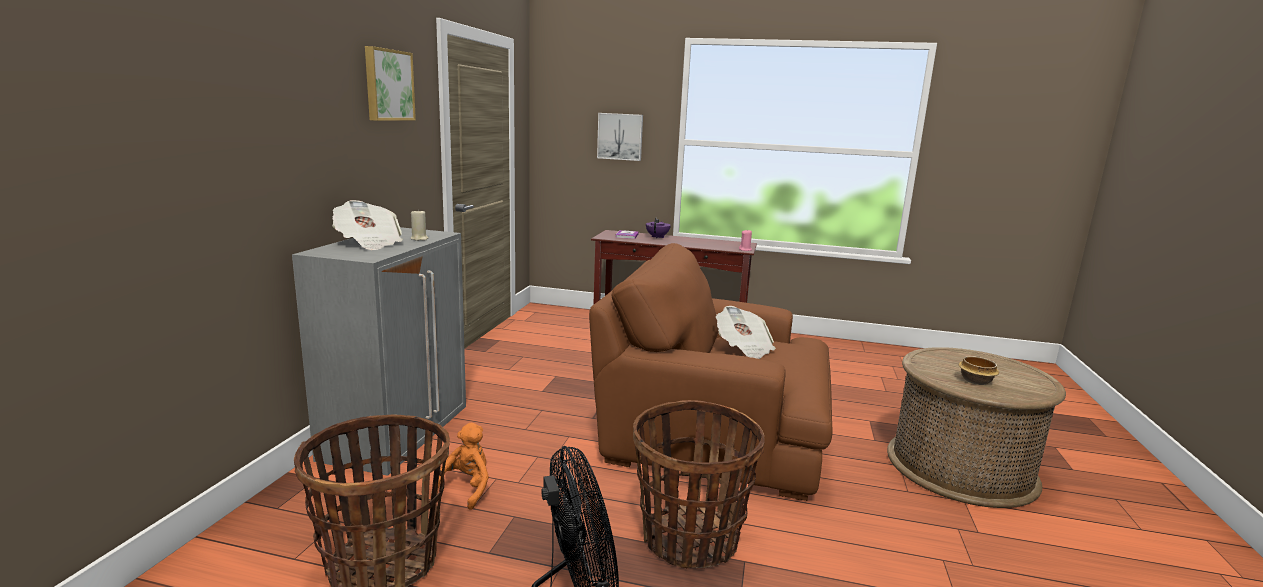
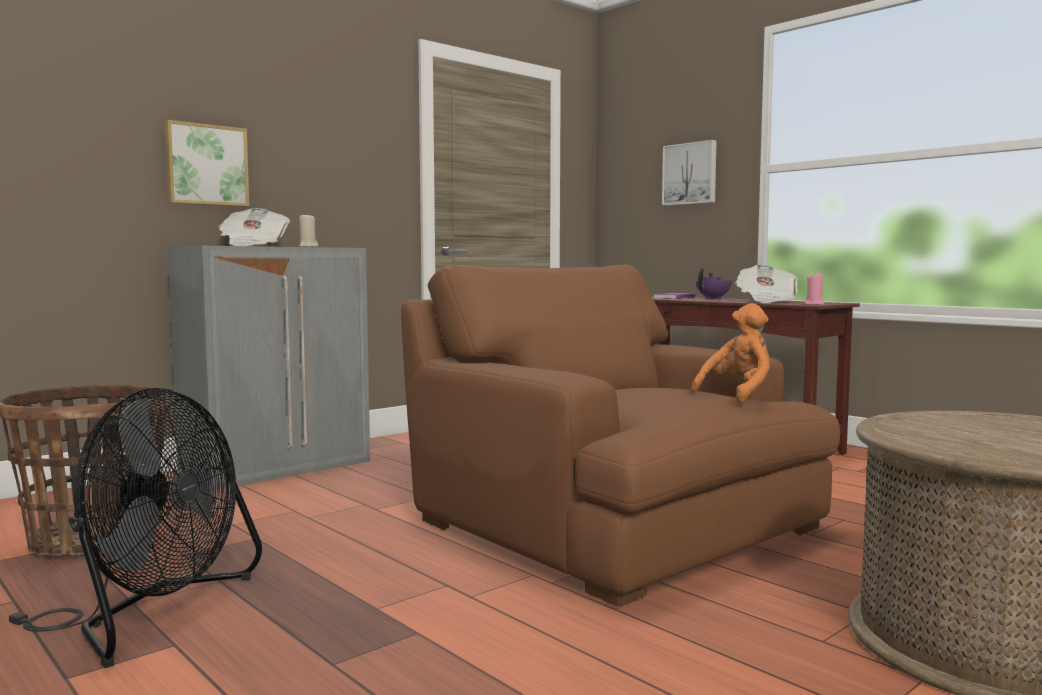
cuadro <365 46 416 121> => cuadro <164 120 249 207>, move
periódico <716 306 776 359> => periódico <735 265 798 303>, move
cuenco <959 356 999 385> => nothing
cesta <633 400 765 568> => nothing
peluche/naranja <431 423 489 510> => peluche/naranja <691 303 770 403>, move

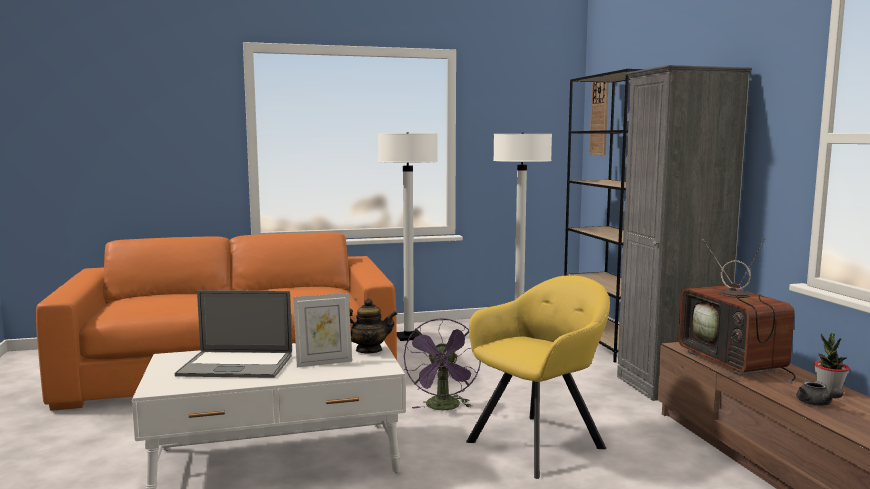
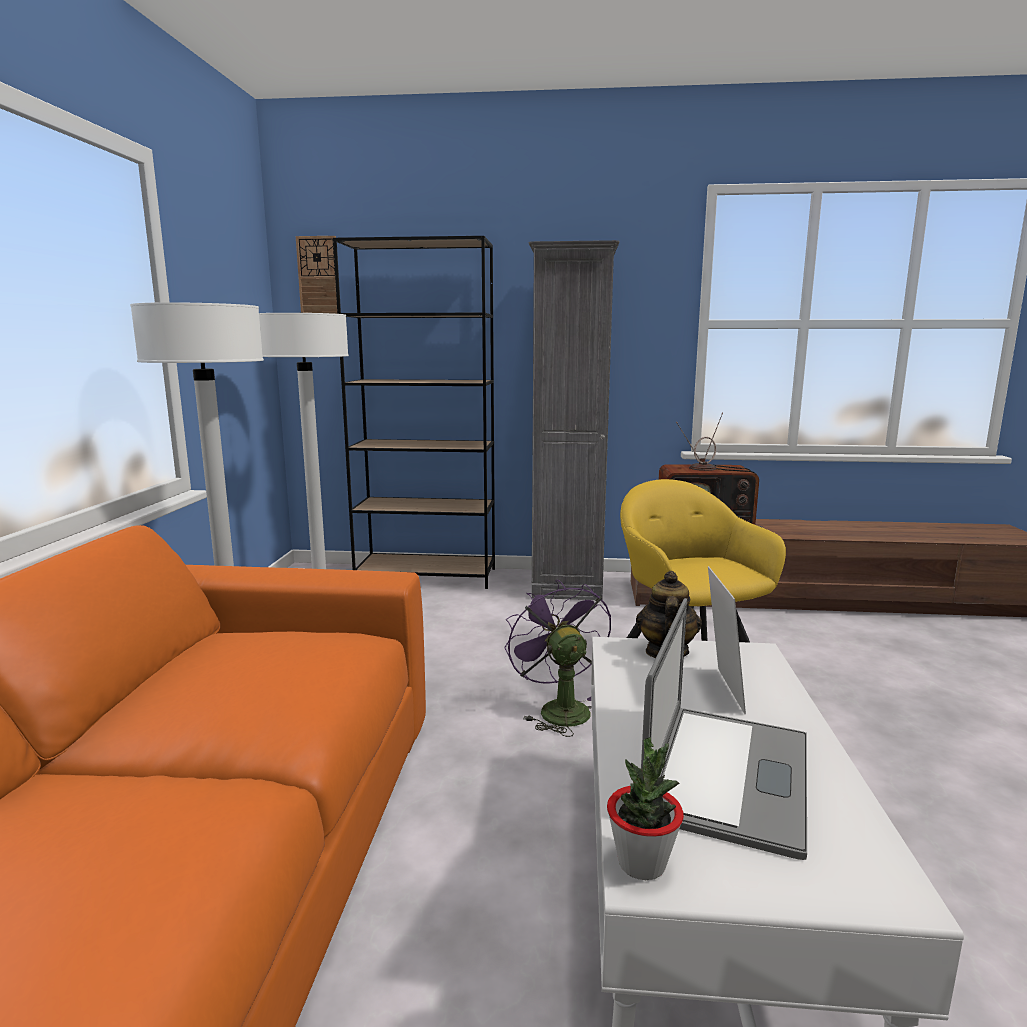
ventilador/morado <404 318 481 410> => ventilador/morado <504 579 611 737>, 135 degrees counterclockwise
planta en maceta <814 333 850 393> => planta en maceta <607 737 684 880>, move
tetera/gris <796 380 844 406> => nothing

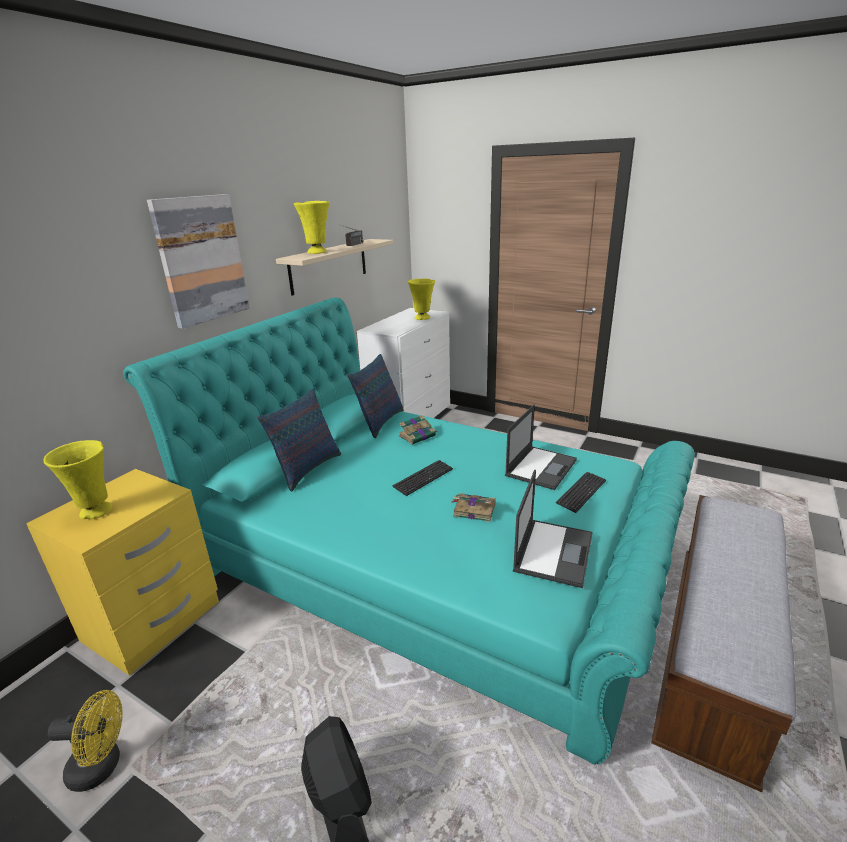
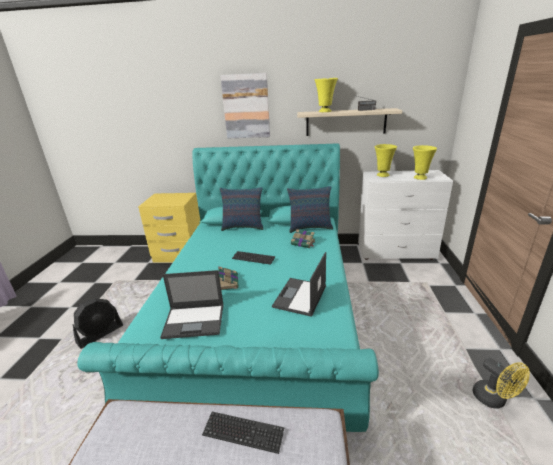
portátil <505 405 577 490> => portátil <272 252 326 317>, 105 degrees clockwise
florero/amarillo <43 440 112 519> => florero/amarillo <375 144 397 177>, move
teclado <556 472 606 513> => teclado <202 412 284 454>, move
ventilador/amarillo <48 690 123 792> => ventilador/amarillo <473 358 530 408>, move

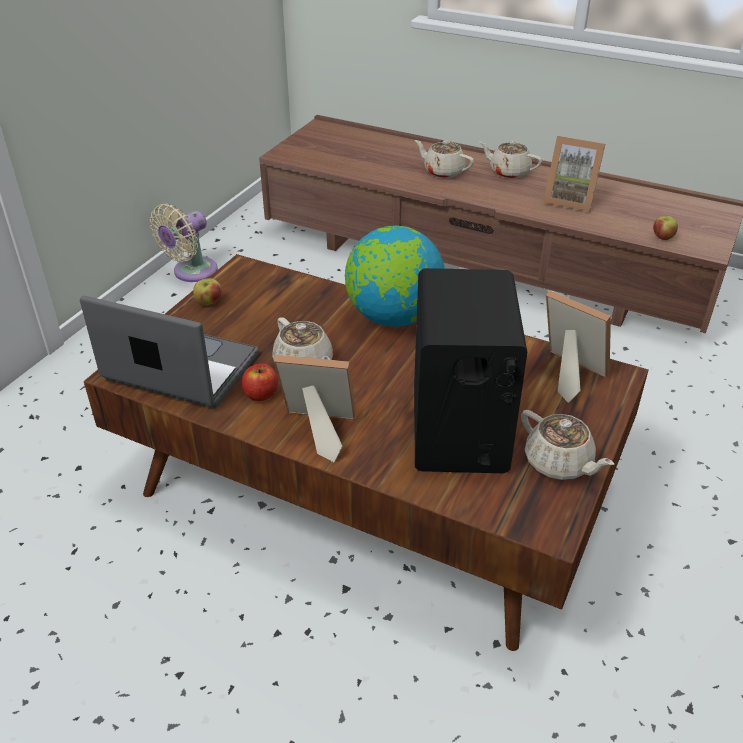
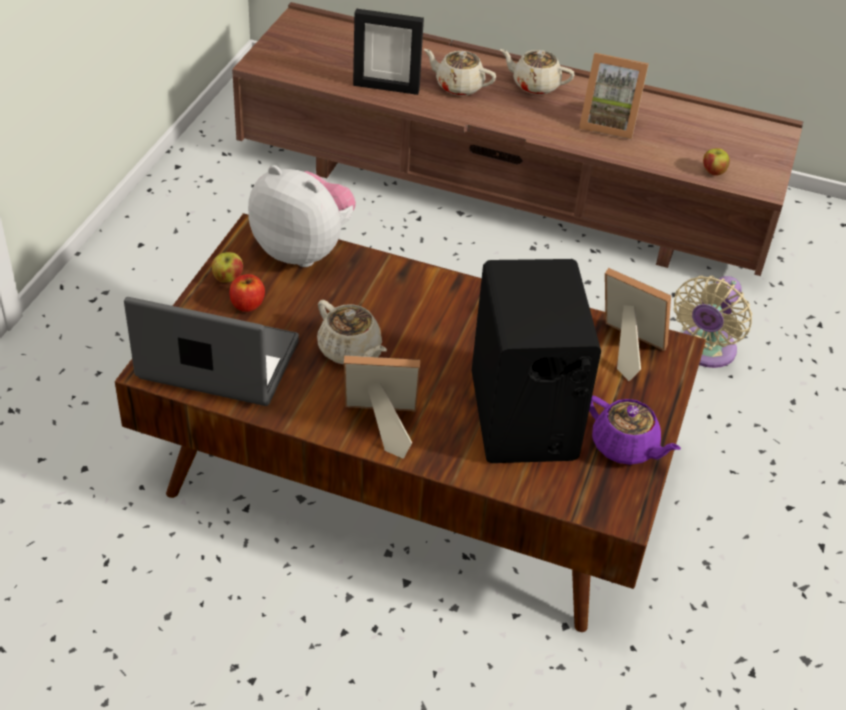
ventilador/beis <150 204 218 282> => ventilador/beis <673 276 752 368>, move
globo terráqueo <345 226 445 327> => nothing
manzana <242 364 278 401> => manzana <229 274 265 312>, move
tetera/beis <521 410 614 480> => tetera/morado <589 395 681 465>
nothing => portarretratos <353 9 424 95>
nothing => peluche <248 165 356 267>

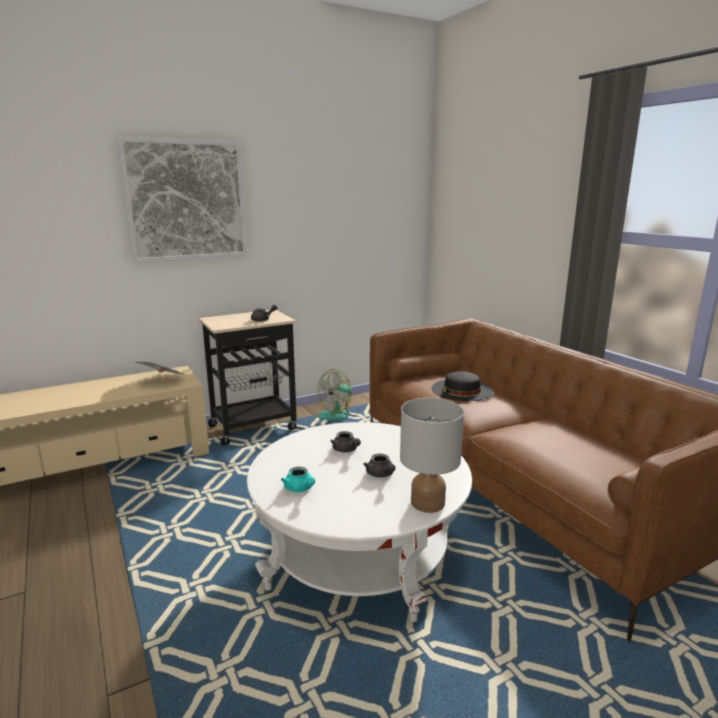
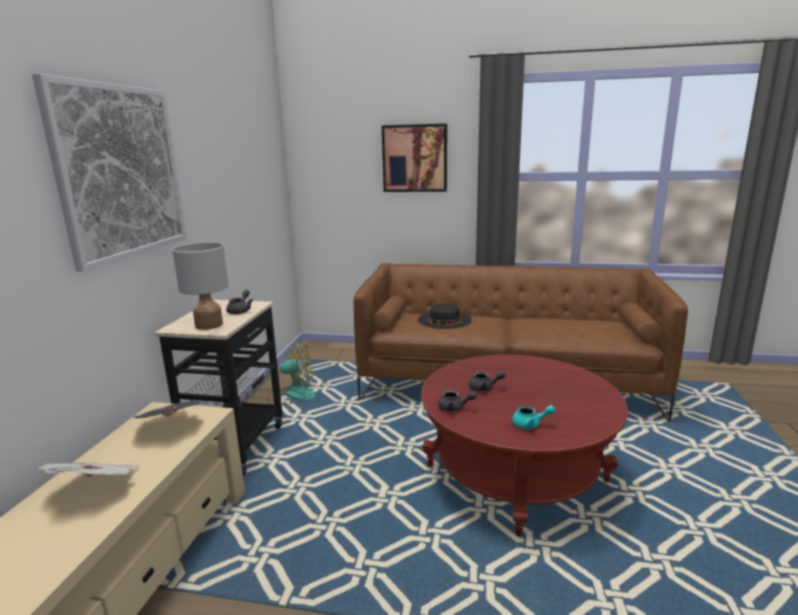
ventilador <317 369 359 420> => ventilador <268 341 316 405>, 90 degrees counterclockwise
lámpara de mesa/gris <400 398 464 513> => lámpara de mesa/gris <172 242 229 330>, move
mesa de centro/blanco <247 422 472 622> => mesa de centro/rojo <421 355 628 537>
tetera/gris <363 454 395 478> => tetera/gris <438 390 477 412>, move
nothing => cuadro <382 124 447 192>
nothing => periódico <38 463 140 477>

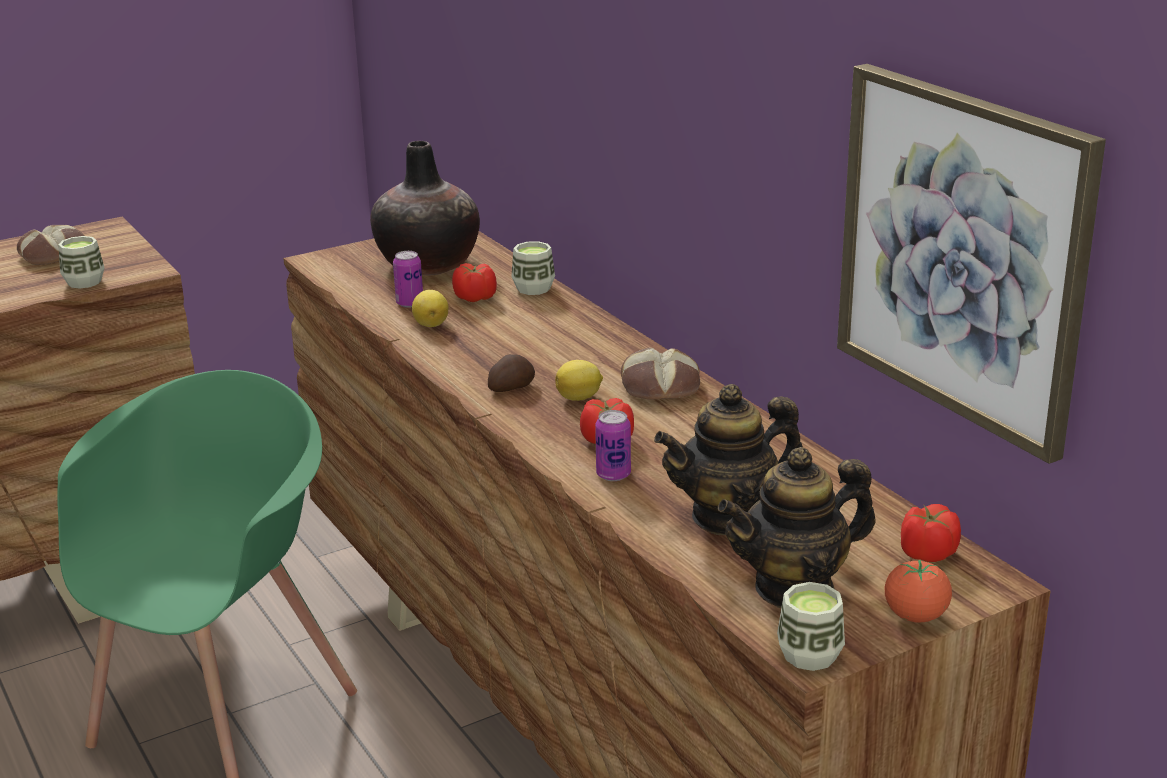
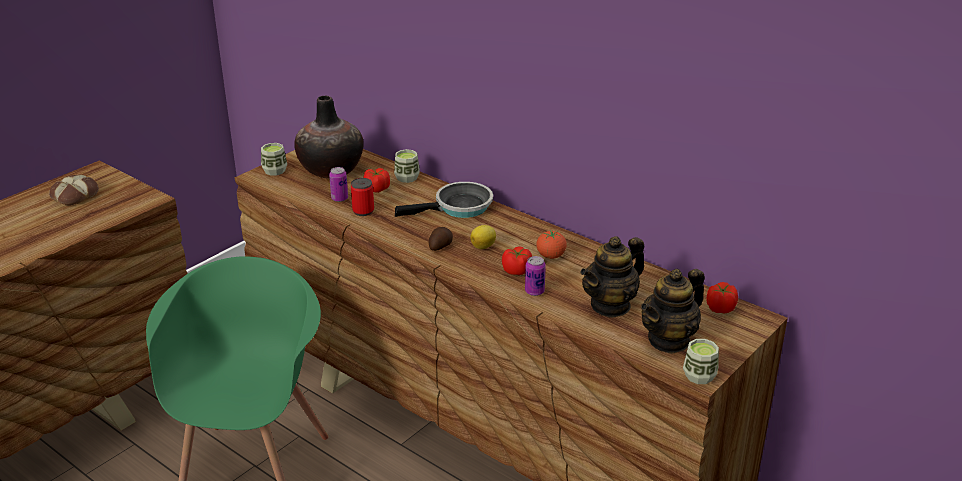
cuadro <837 64 1106 464> => nothing
taza <58 236 105 289> => taza <261 143 287 176>, move
limón <412 290 448 327> => lata <351 178 374 216>
pan <621 347 700 400> => nothing
tomate <885 560 952 623> => tomate <536 231 567 259>, move
nothing => sartén <395 182 493 218>

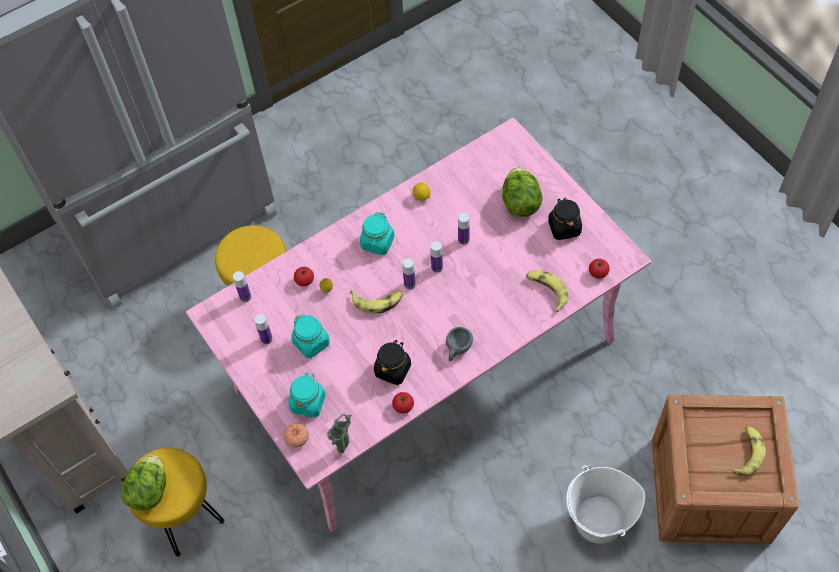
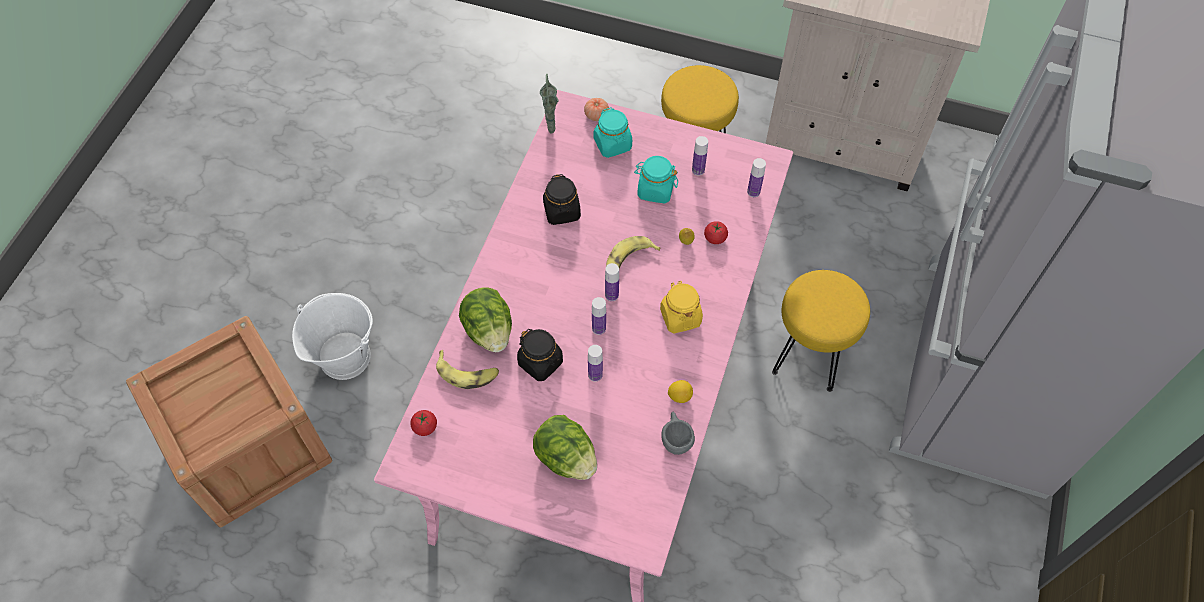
tarro/negro <548 197 582 240> => tarro/negro <517 329 563 381>, move
tarro/turquesa <360 212 394 255> => tarro/amarillo <660 281 703 333>
taza/gris <446 327 473 361> => taza/gris <661 412 695 455>, move
tomate <392 392 414 414> => nothing
plátano <732 426 766 475> => nothing
lechuga <121 455 166 511> => lechuga <459 287 512 352>, move

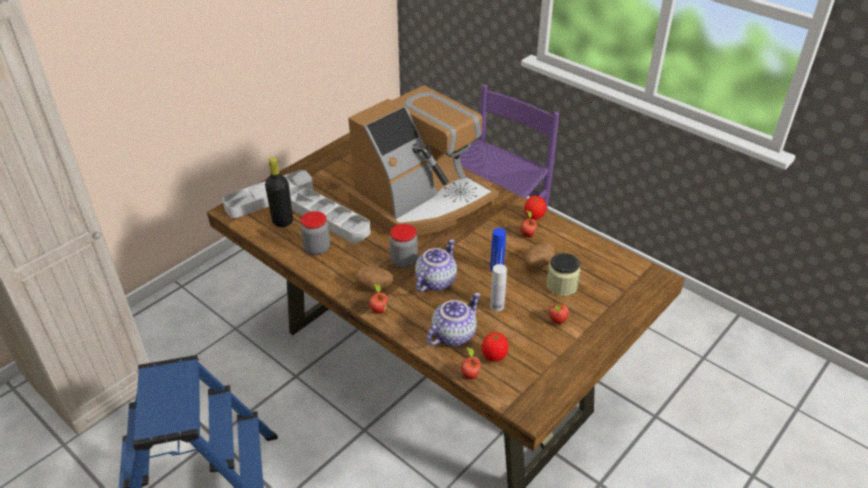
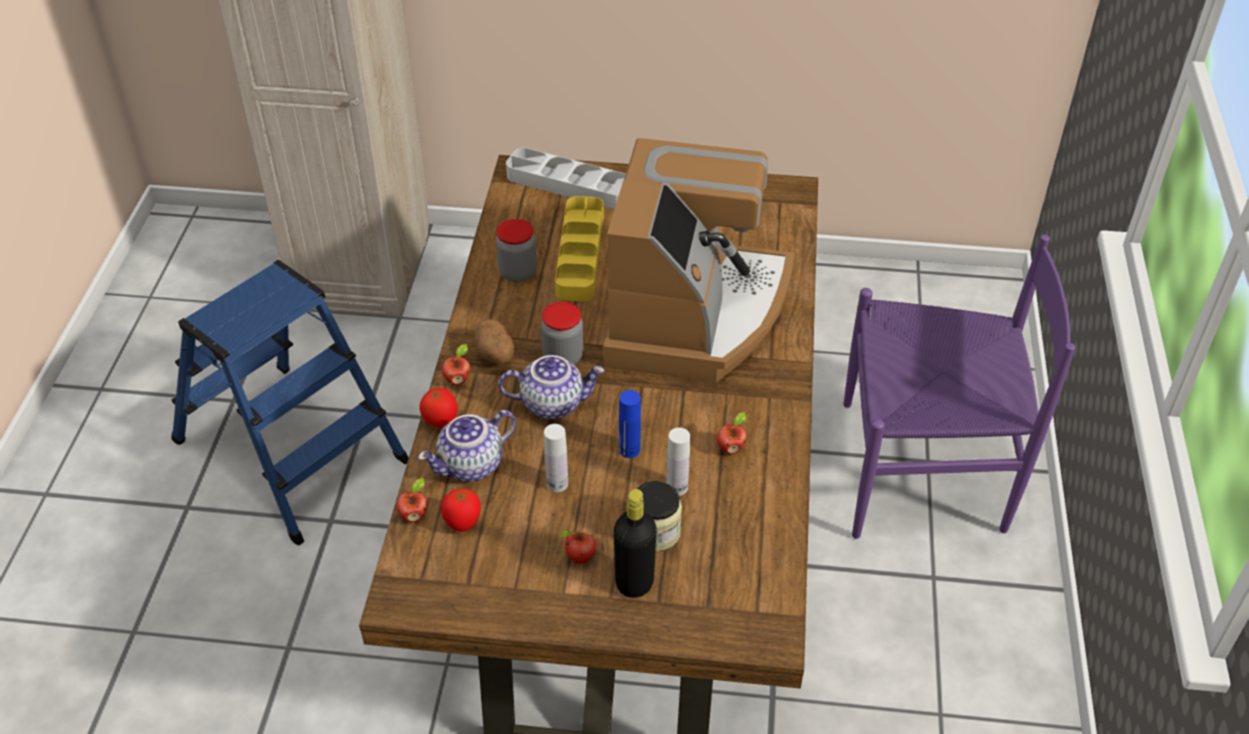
cafetera <348 85 499 235> => cafetera <603 138 795 382>, 90 degrees counterclockwise
botella/negro <265 157 293 227> => botella/negro <614 489 656 598>, move
bandeja/gris <291 188 371 243> => bandeja/amarillo <555 196 604 301>
tomate <524 196 547 220> => tomate <419 388 458 428>, move
patata <524 241 555 270> => botella/blanco <666 427 690 496>
tetera <427 293 481 346> => tetera <418 410 516 482>, 135 degrees clockwise

